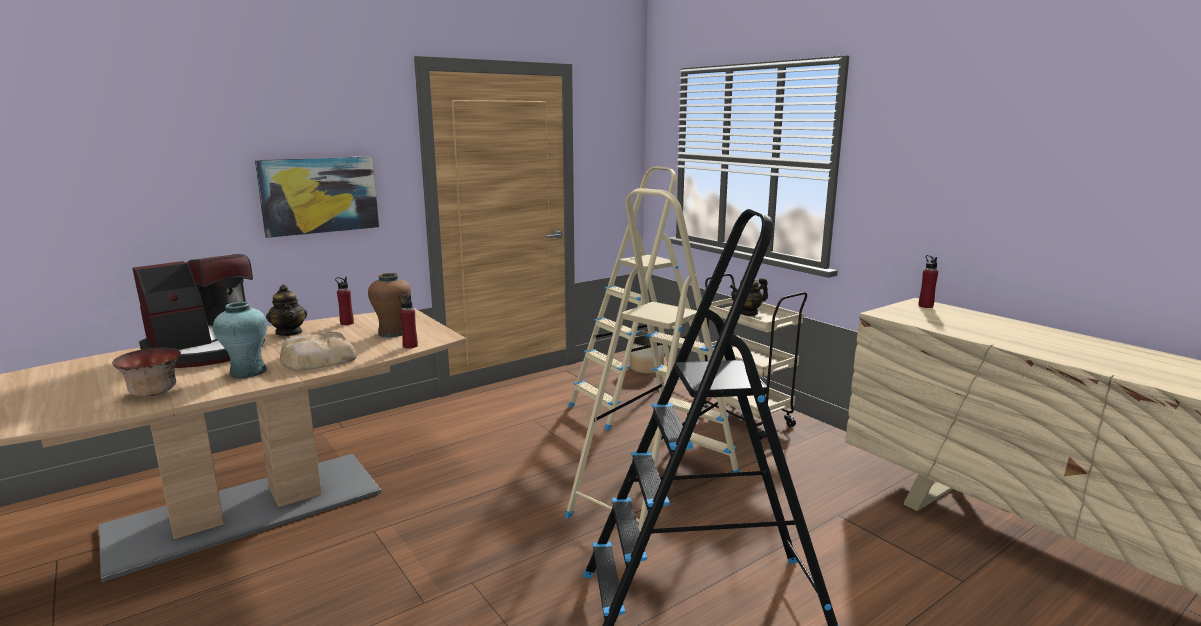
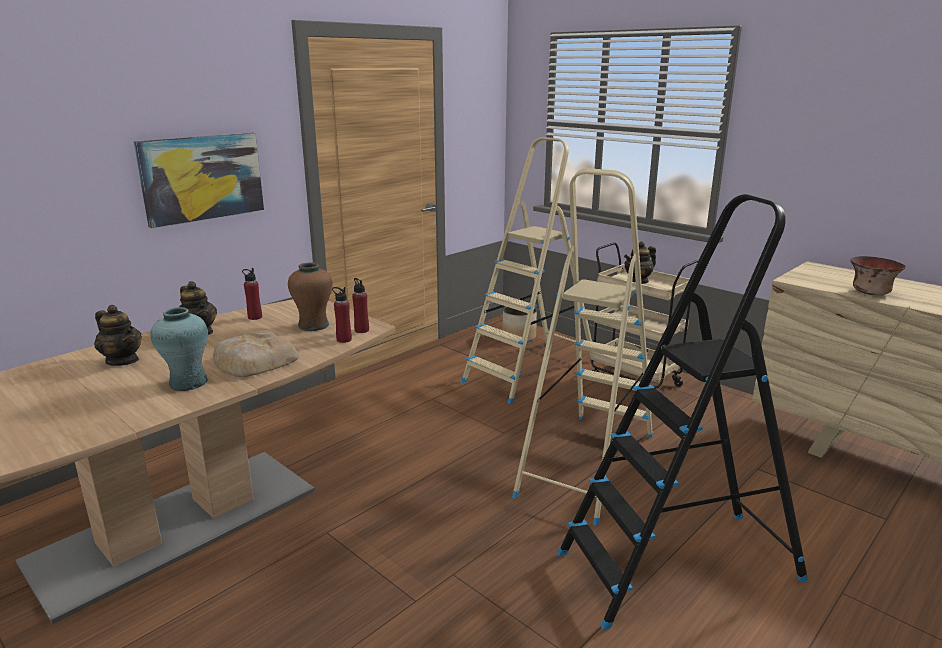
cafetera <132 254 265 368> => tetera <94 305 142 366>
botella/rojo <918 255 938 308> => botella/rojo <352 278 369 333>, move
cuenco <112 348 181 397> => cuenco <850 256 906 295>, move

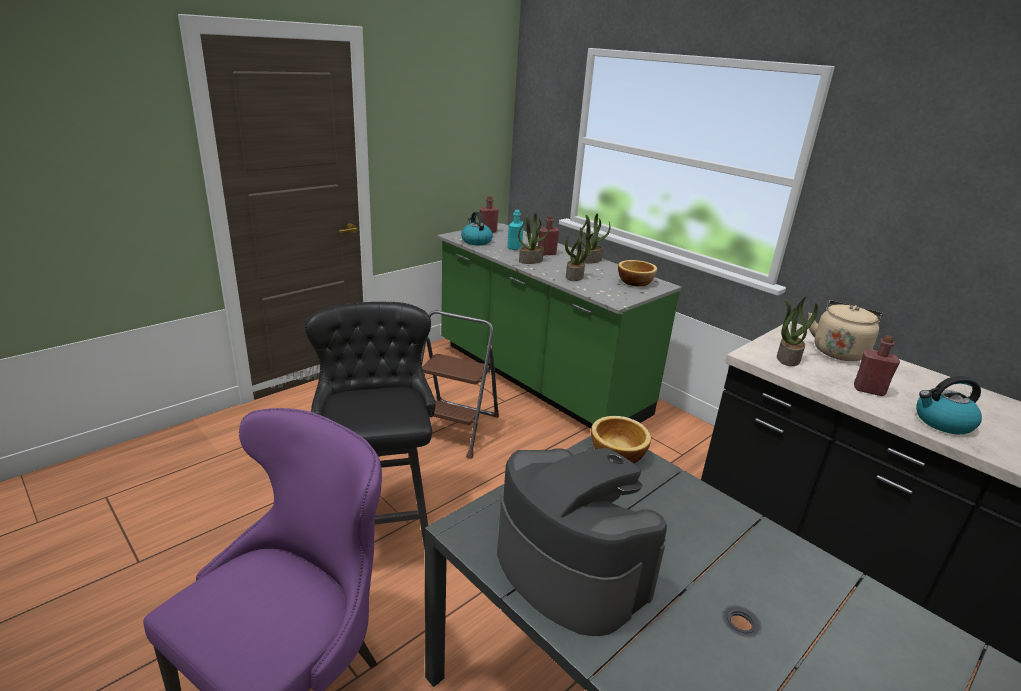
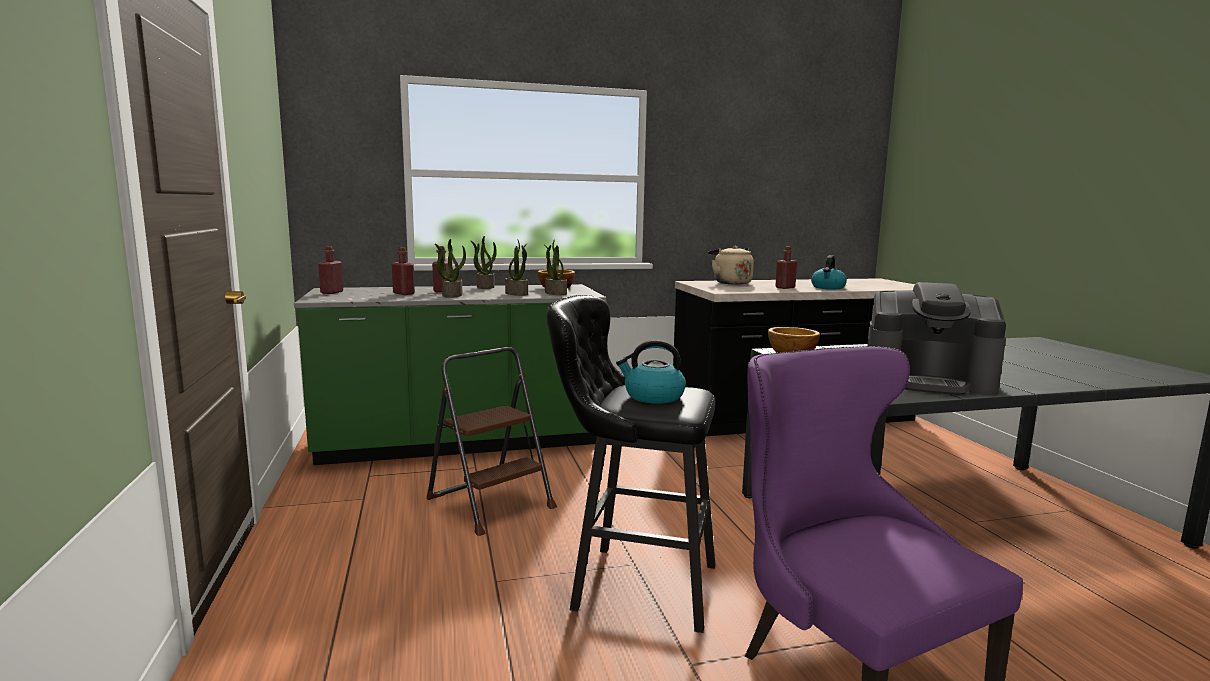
botella/turquesa <507 210 524 250> => botella/rojo <392 247 415 295>
hervidor <461 212 493 245> => hervidor <616 340 686 404>, move
planta en maceta <777 297 818 366> => planta en maceta <544 239 567 295>, move
cafetera <497 448 667 636> => cafetera <867 282 1006 395>, 150 degrees counterclockwise

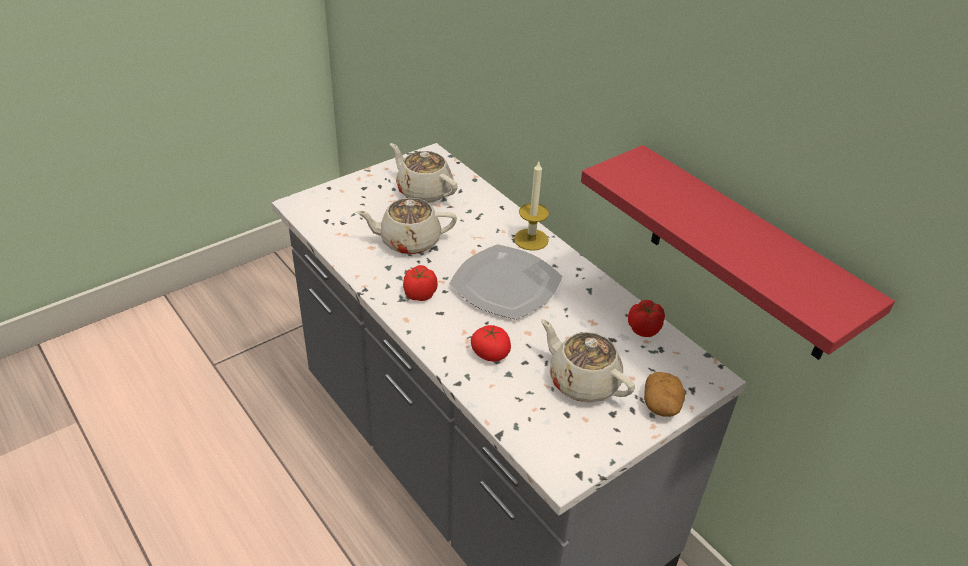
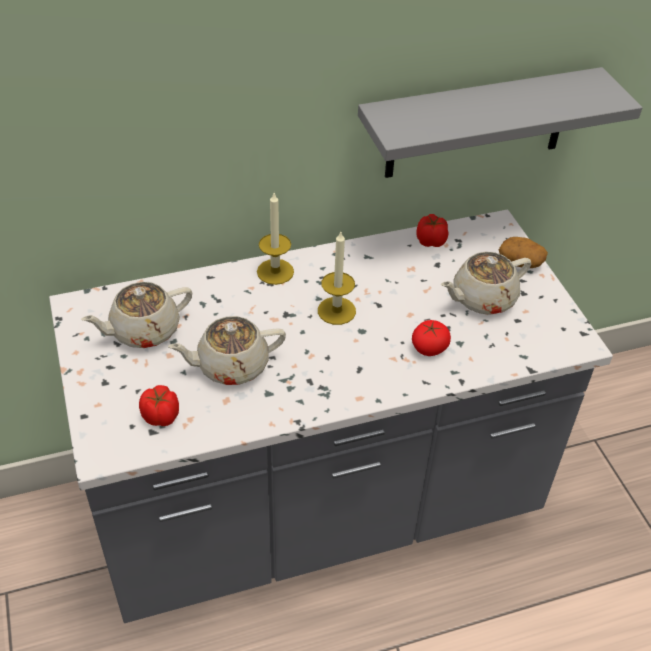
estante/rojo <581 145 895 360> => estante/gris <358 67 643 178>
tetera/beis <356 198 457 255> => tetera/beis <168 316 286 385>, 60 degrees clockwise
plato <449 244 563 320> => vela <318 232 356 325>
tomate <403 265 438 301> => tomate <139 385 179 426>, move

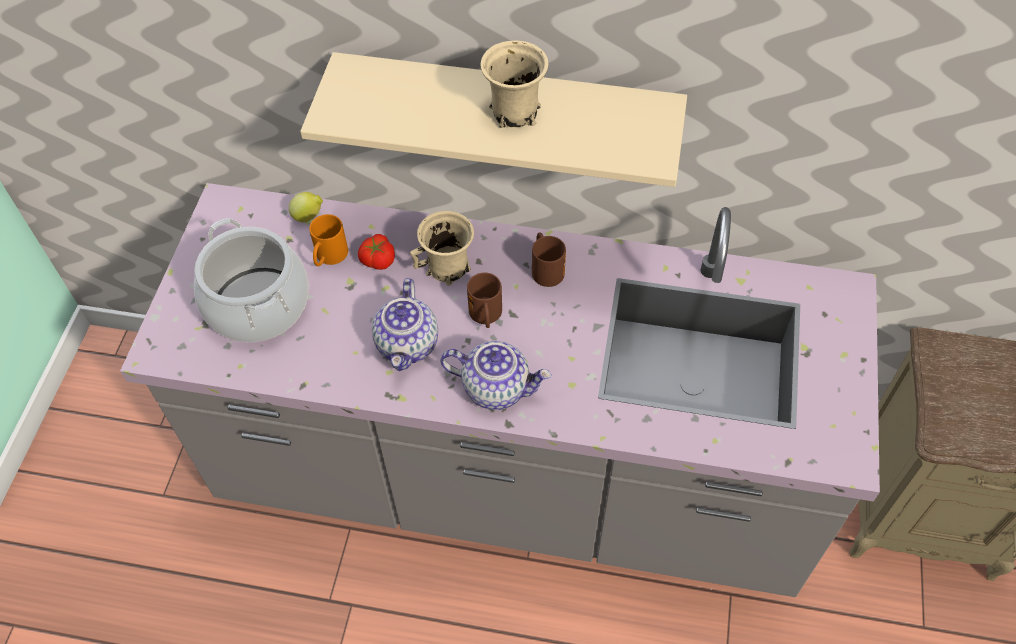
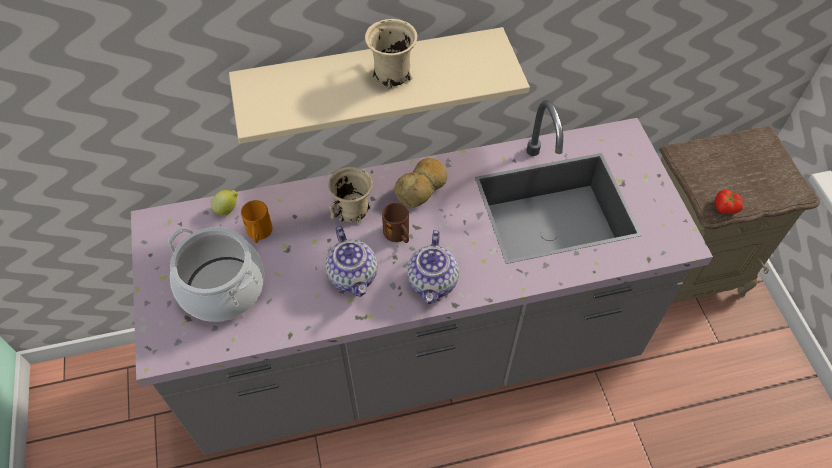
taza grande/marrón <532 232 566 287> => pan <394 158 447 208>
tomate <358 234 395 270> => tomate <715 190 743 214>, move
tetera <440 341 552 410> => tetera <407 230 459 304>, 105 degrees clockwise

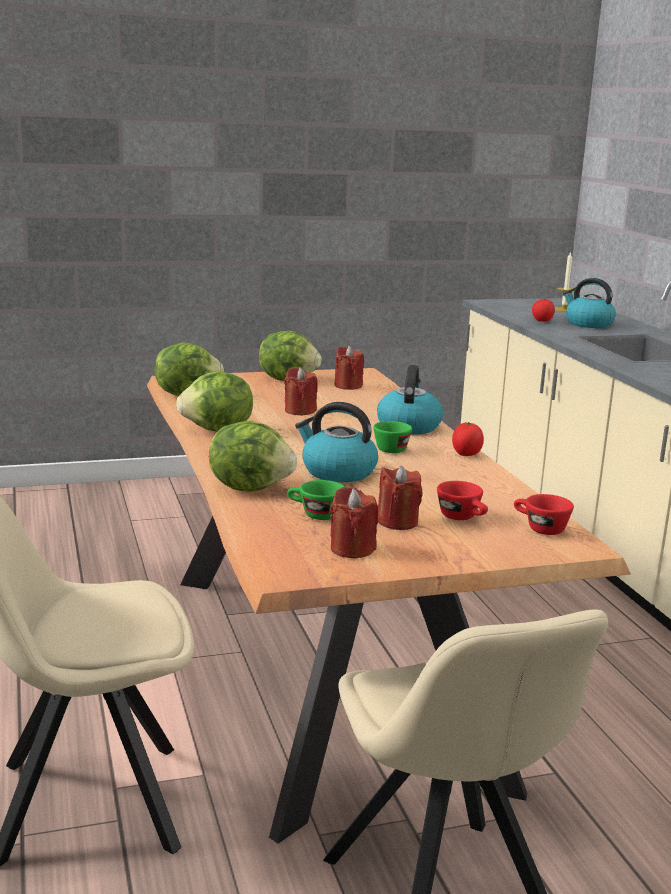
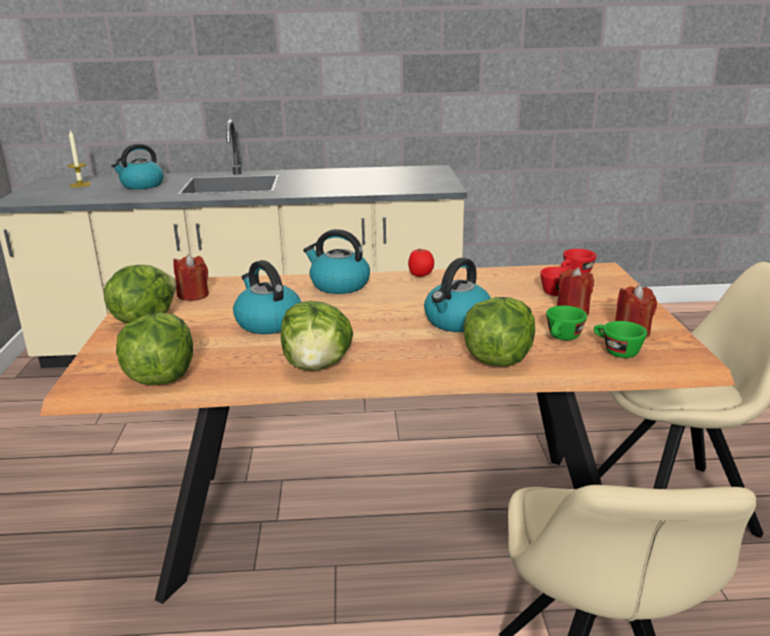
tomate <532 299 555 322> => nothing
vela/rojo <284 367 318 415> => hervidor <233 260 301 334>
taza/verde <373 421 412 453> => taza/verde <594 321 647 358>, move

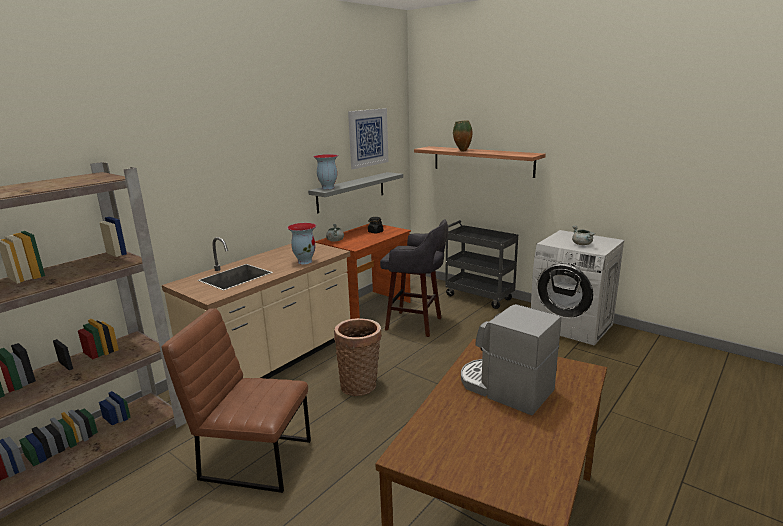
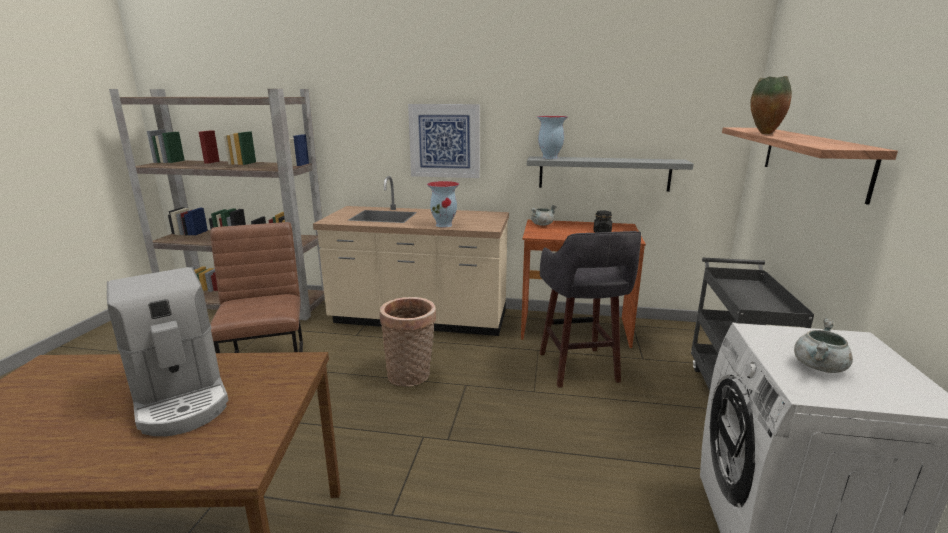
cuadro <348 108 388 169> => cuadro <408 104 480 178>, move
cafetera <461 304 561 415> => cafetera <107 267 229 436>, 135 degrees clockwise

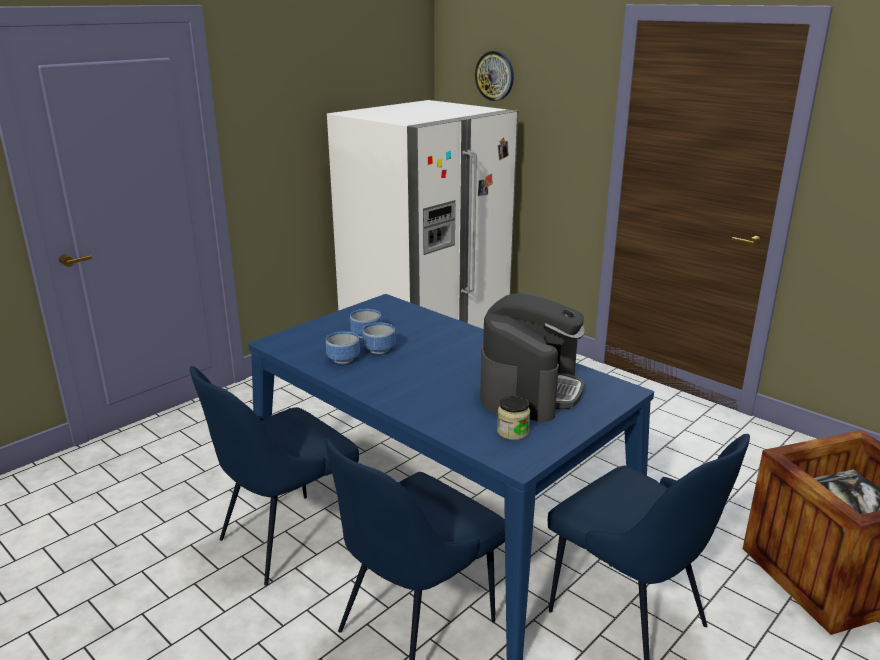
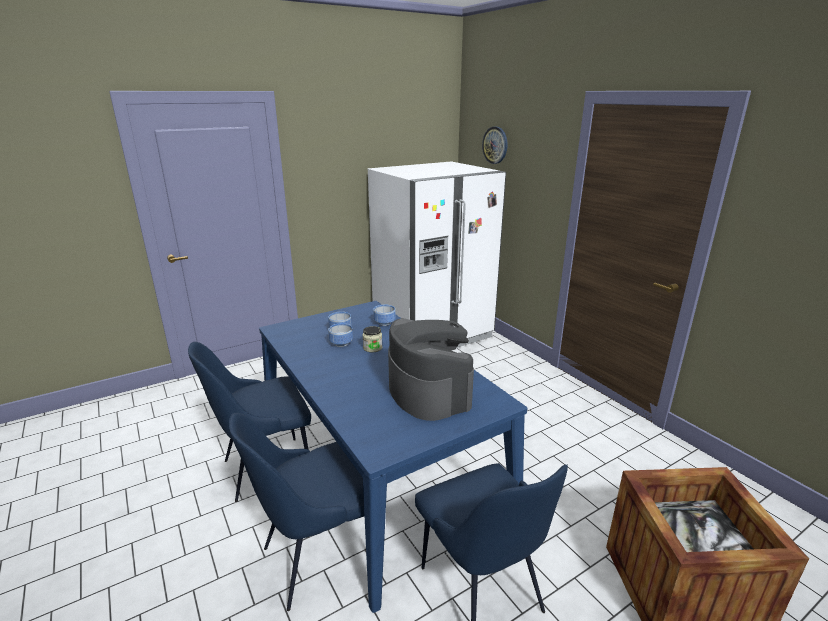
cafetera <480 292 585 422> => cafetera <388 318 474 421>, 60 degrees counterclockwise
cuenco <326 331 360 364> => cuenco <373 305 396 326>, move
tarro <497 396 530 440> => tarro <363 326 382 352>, move

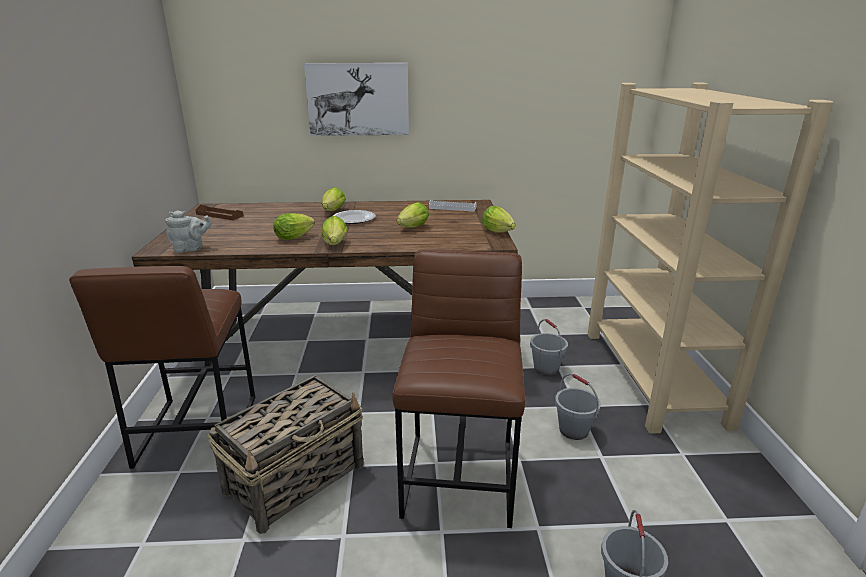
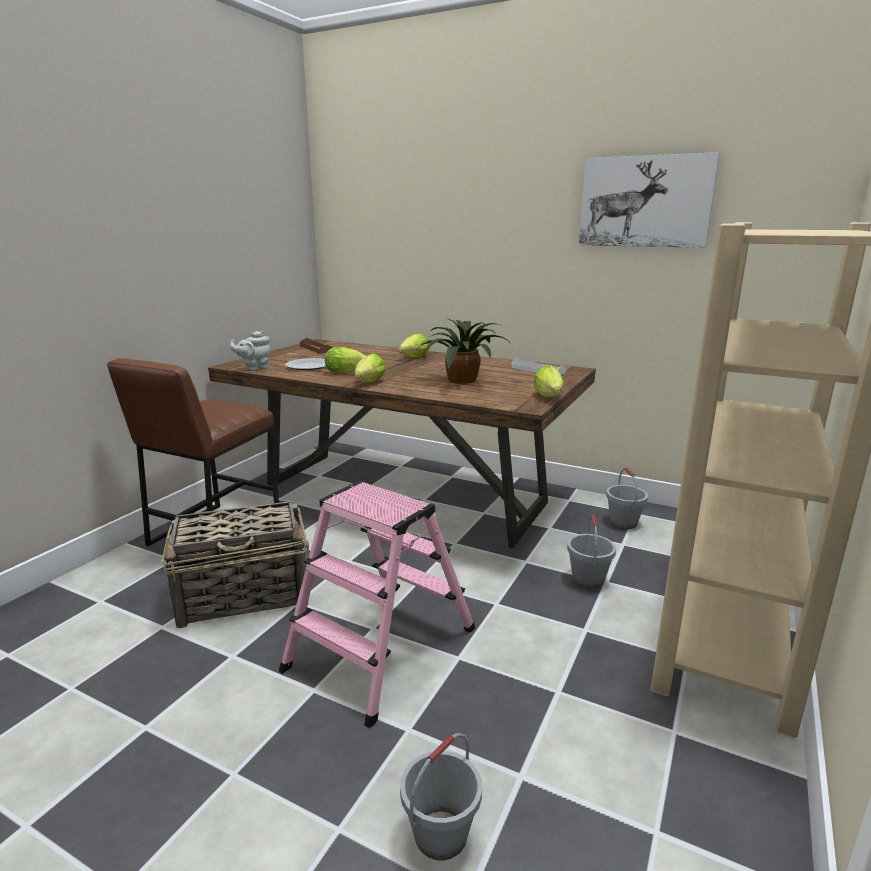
cuadro <304 63 409 136> => cuadro <579 152 720 248>, move
lechuga <397 202 429 228> => planta en maceta <417 318 508 384>
tetera/gris <165 210 212 253> => tetera/gris <230 331 271 371>, 135 degrees clockwise
plato <333 210 376 224> => plato <285 358 326 370>, move
silla/marrón <392 250 525 528> => escalera de tijera/rosa <279 480 476 728>
cubo/gris <555 374 601 440> => cubo/gris <606 468 648 529>, move

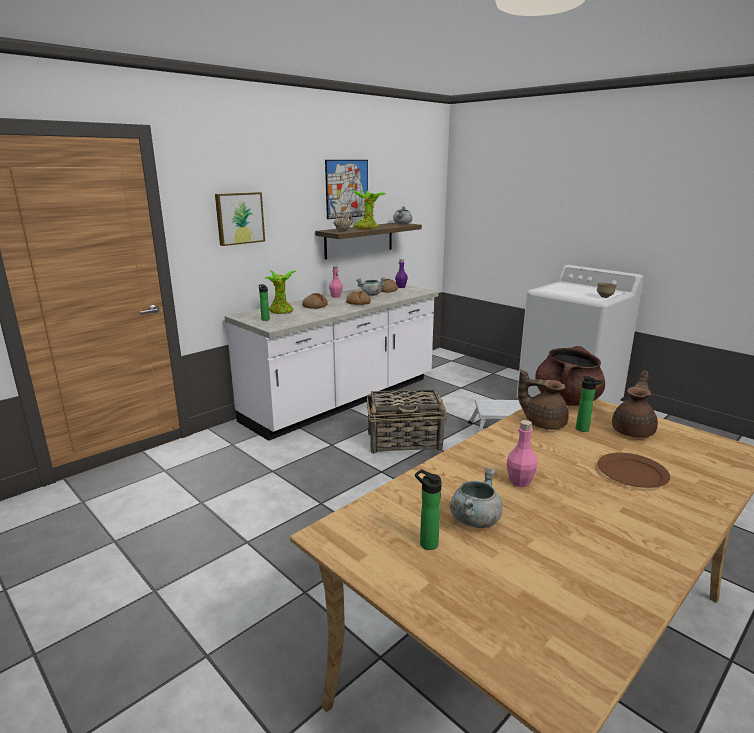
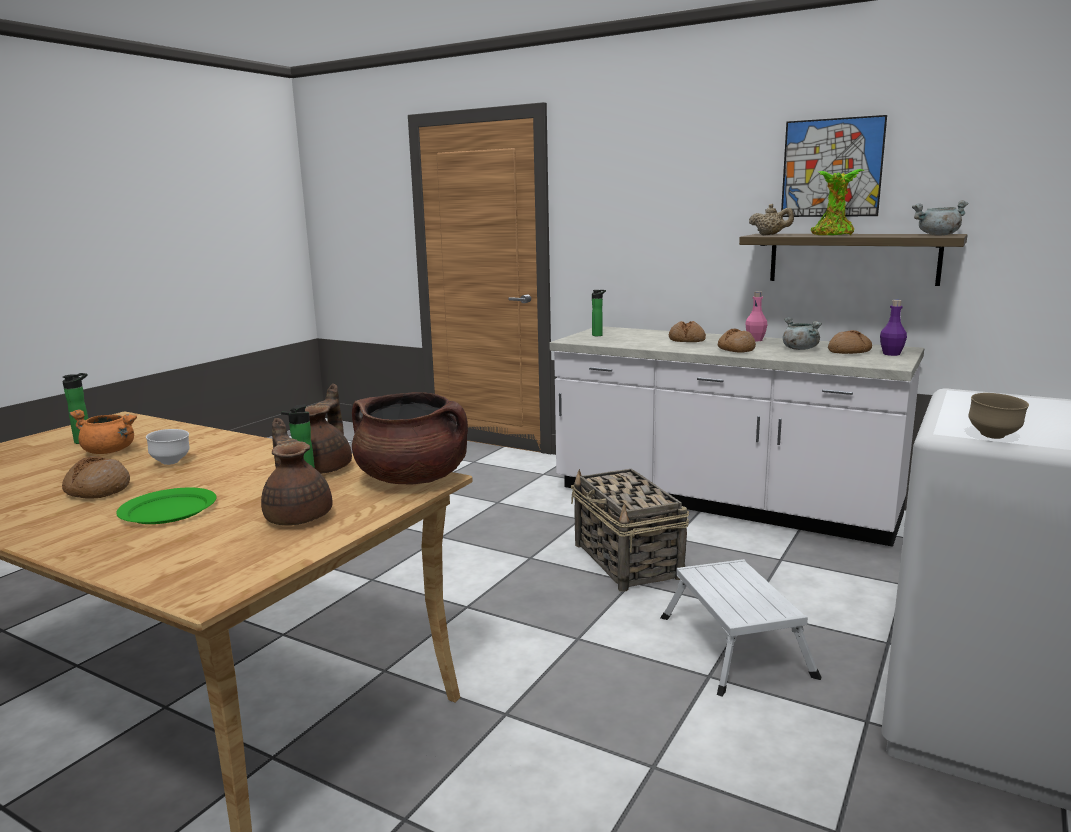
cuadro <215 192 265 246> => nothing
planta en maceta <264 270 296 314> => nothing
tetera/marrón <612 370 658 437> => tetera/marrón <261 418 333 525>, 135 degrees counterclockwise
botella/rosa <507 420 537 487> => cuenco/blanco <146 429 189 465>
plato/marrón <598 453 670 488> => plato/verde <116 488 217 524>
olla/gris <450 468 503 528> => olla/naranja <69 409 137 454>
nothing => pan <62 456 130 499>

